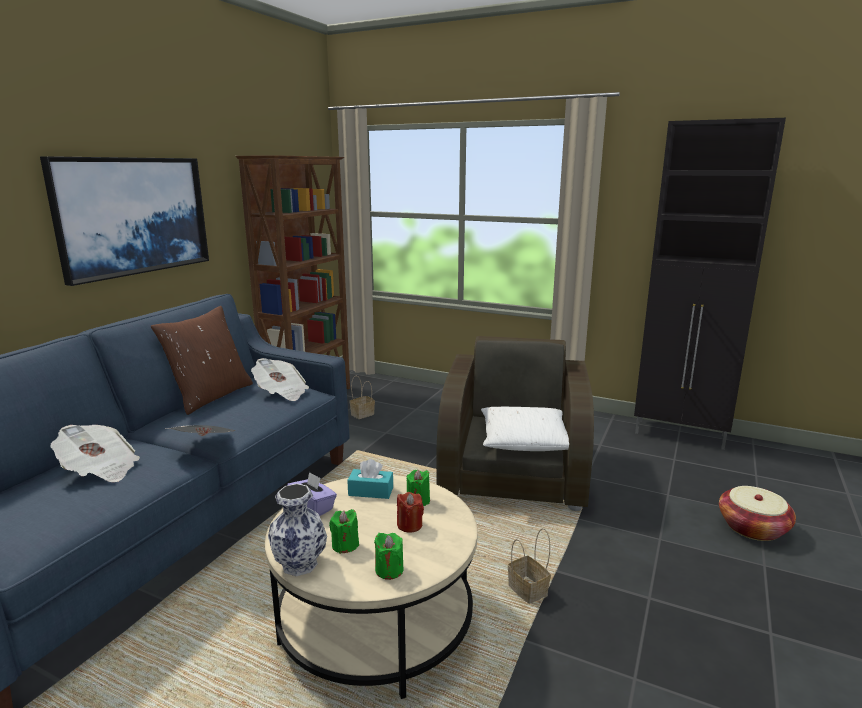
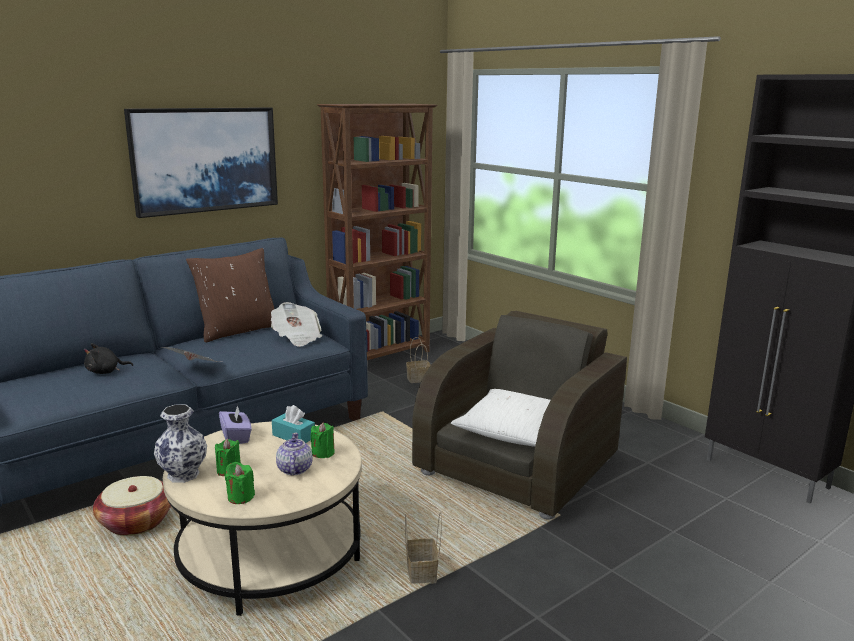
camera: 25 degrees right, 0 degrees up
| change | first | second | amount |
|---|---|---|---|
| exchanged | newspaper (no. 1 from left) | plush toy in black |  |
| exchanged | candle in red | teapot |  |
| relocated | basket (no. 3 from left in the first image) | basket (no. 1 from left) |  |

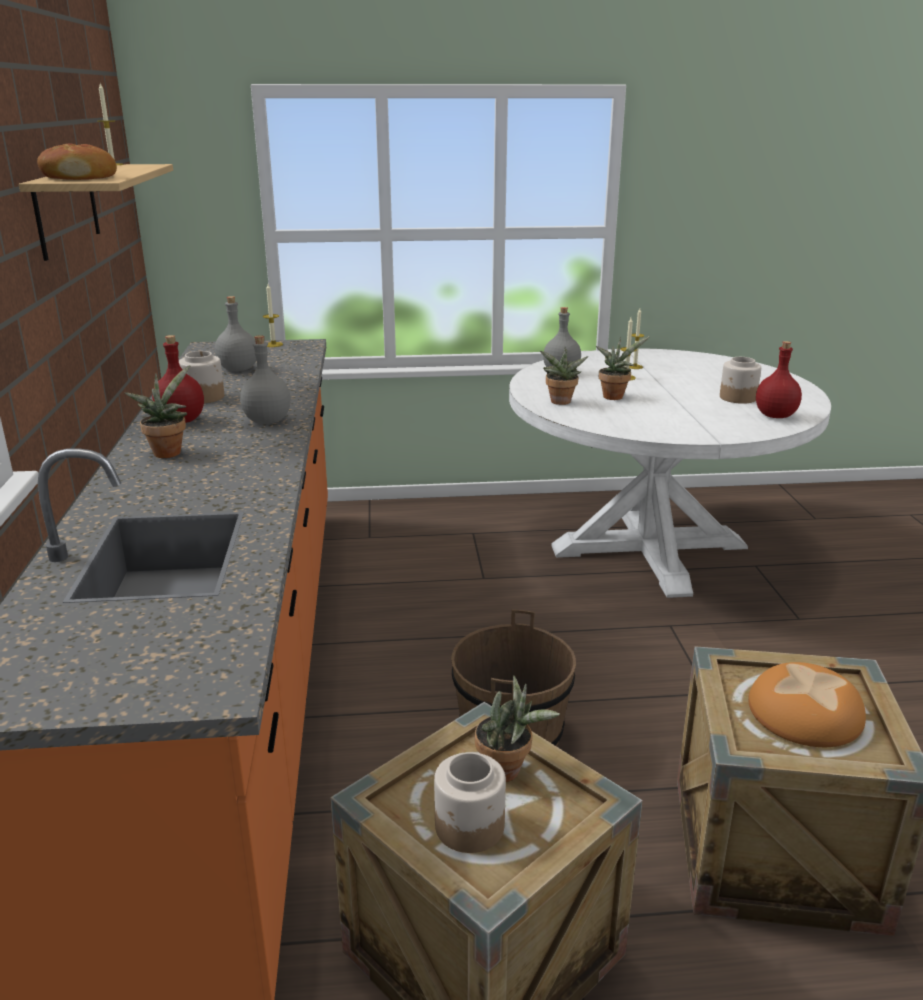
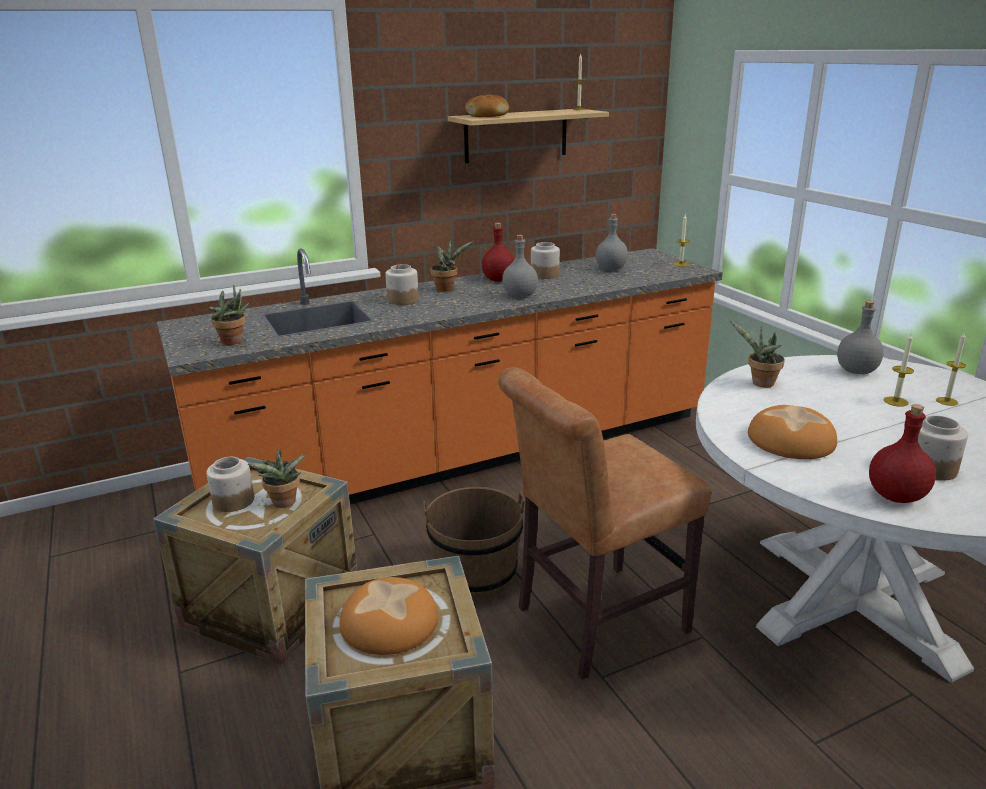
camera: 70 degrees right, 0 degrees up
| change | first | second | amount |
|---|---|---|---|
| relocated | potted plant (no. 4 from left in the first image) | potted plant (no. 1 from left) |  |
| appeared |  | jar (no. 2 from left) |  |
| appeared |  | chair in brown |  |
| appeared |  | bread (no. 3 from left) |  |

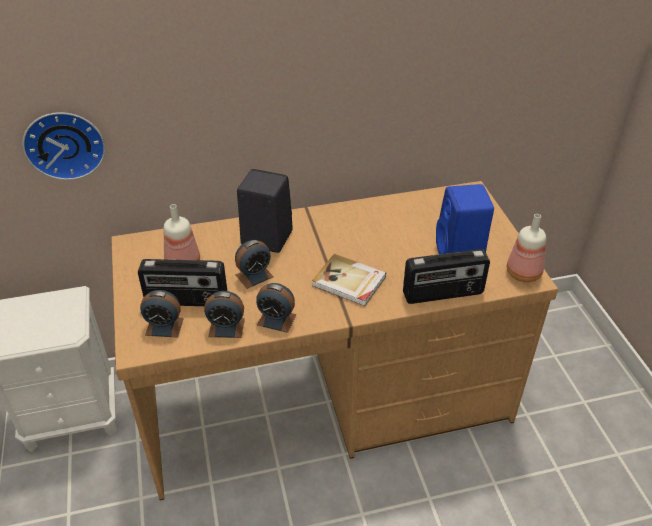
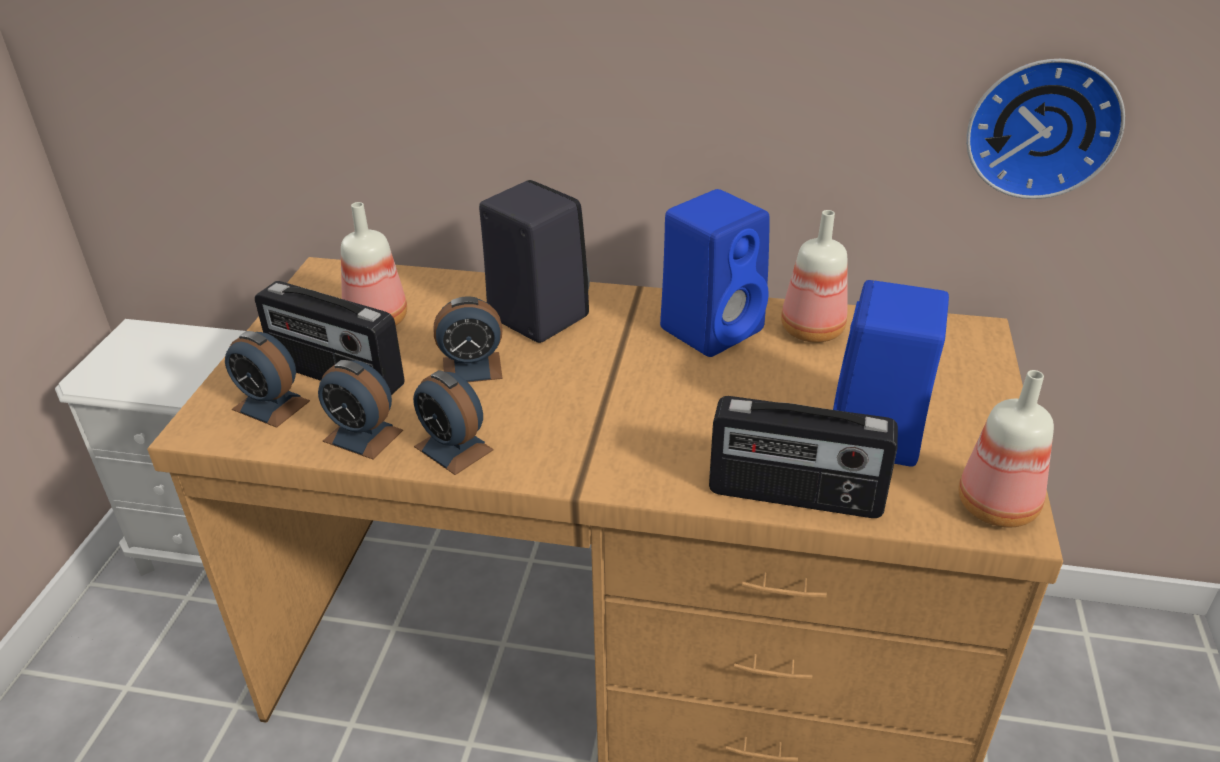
camera: 25 degrees right, 5 degrees down
| change | first | second | amount |
|---|---|---|---|
| relocated | wall clock |  |  |
| missing | book |  |  |
| appeared |  | speaker in blue (no. 1 from left) |  |
| appeared |  | bottle (no. 2 from left) |  |

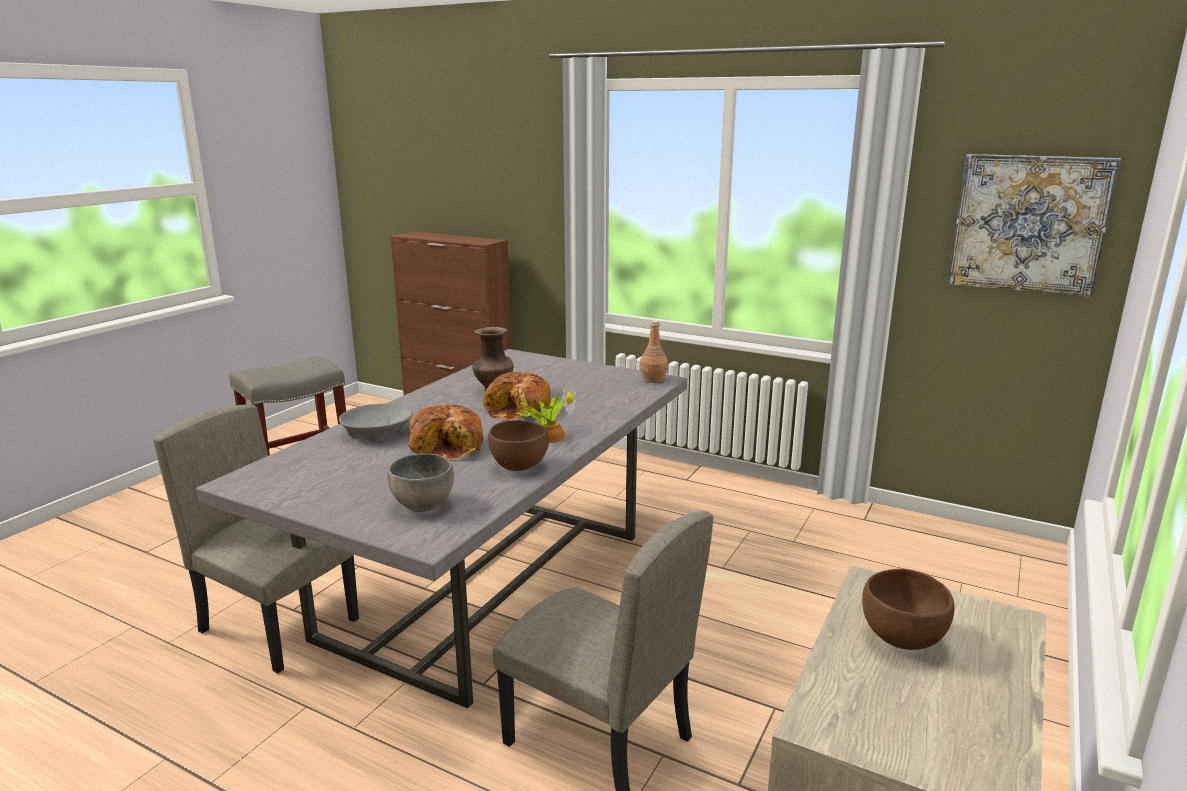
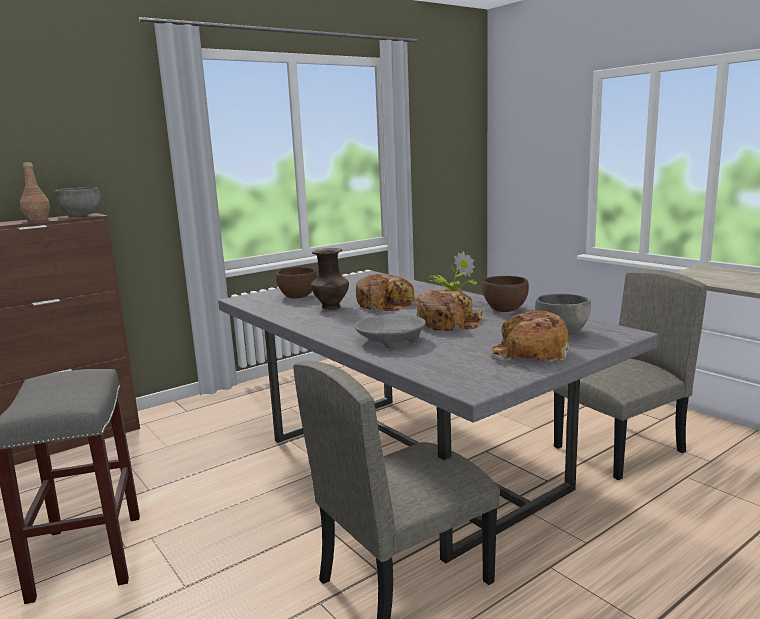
camera: 65 degrees left, 5 degrees down
| change | first | second | amount |
|---|---|---|---|
| relocated | bottle in brown |  |  |
| relocated | bowl in brown (no. 2 from left in the first image) | bowl in brown (no. 1 from left) |  |
| missing | picture |  |  |
| appeared |  | bowl in grey (no. 1 from left) |  |
| appeared |  | bread (no. 3 from left) |  |

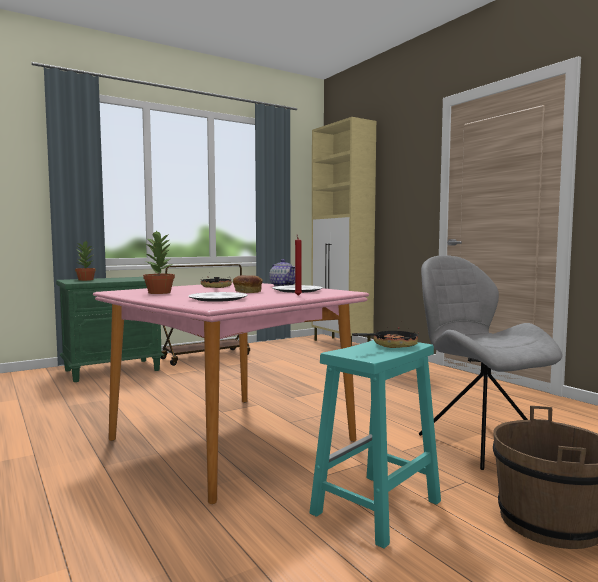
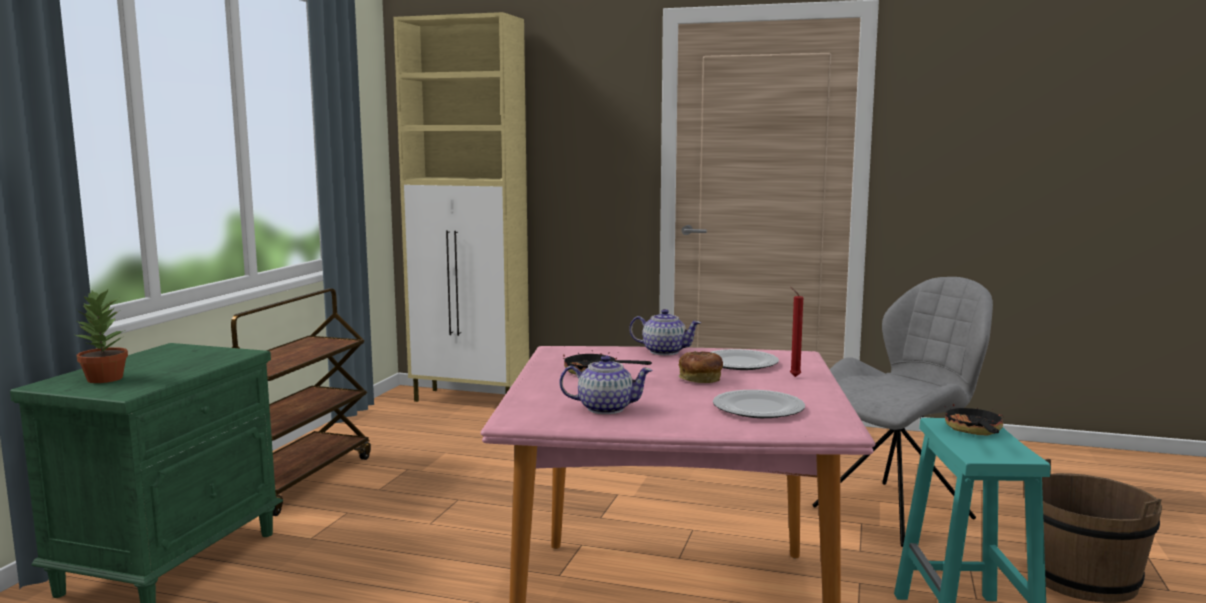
camera: 40 degrees left, 5 degrees up
| change | first | second | amount |
|---|---|---|---|
| exchanged | potted plant (no. 2 from left) | teapot (no. 1 from left) |  |
| spun | chair in grey |  | 120 degrees clockwise |

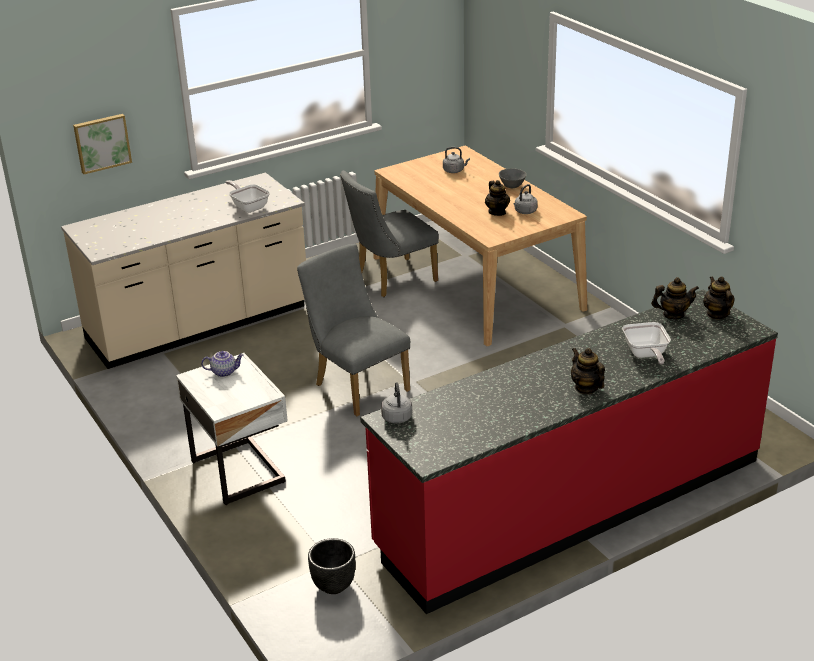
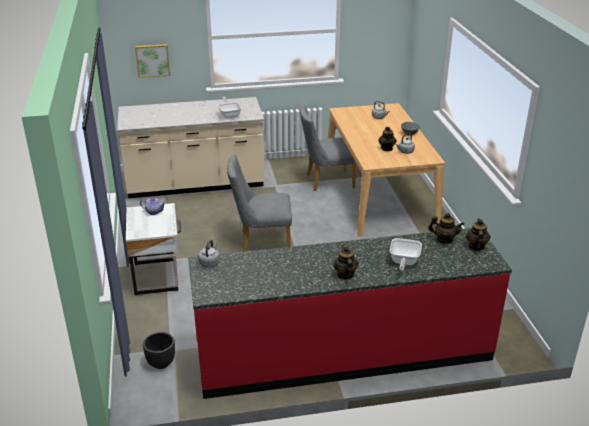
camera: 20 degrees right, 0 degrees up
| change | first | second | amount |
|---|---|---|---|
| spun | chair in grey (no. 1 from left) |  | 75 degrees counterclockwise |

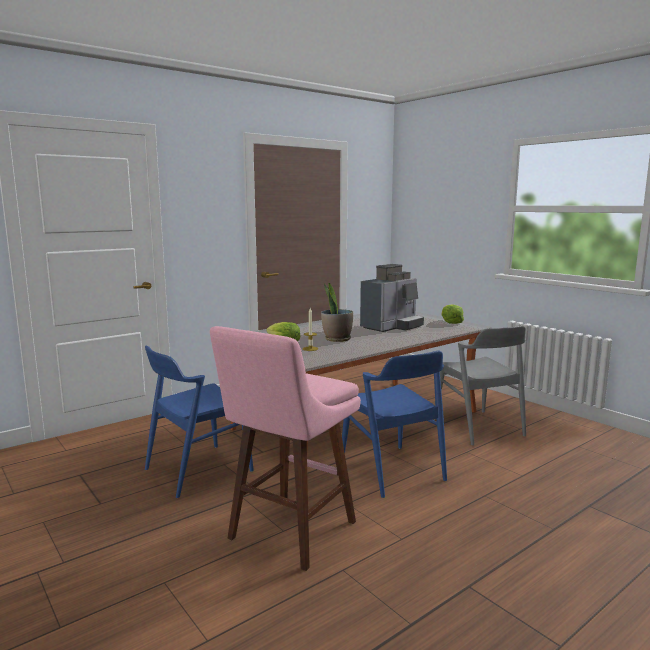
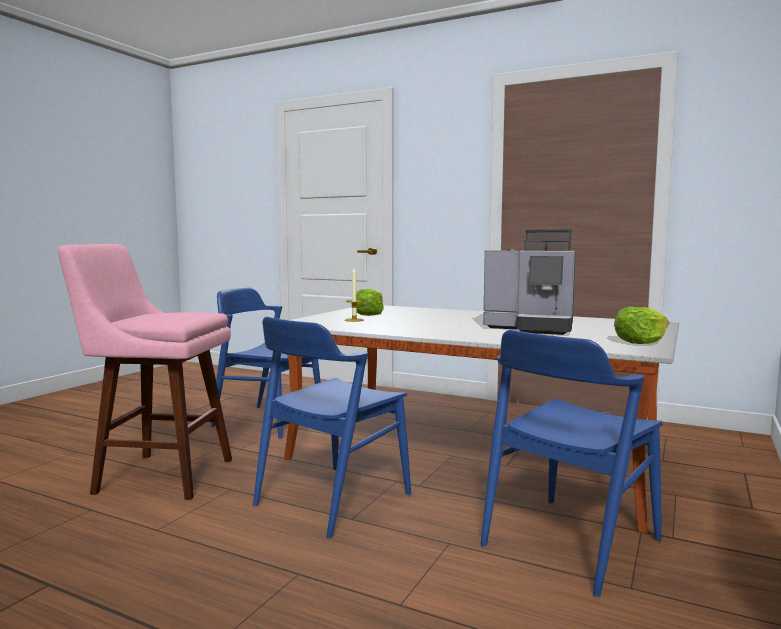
camera: 65 degrees right, 5 degrees down
| change | first | second | amount |
|---|---|---|---|
| missing | potted plant |  |  |
| colour | chair in grey | chair in blue (no. 3 from left) |  |

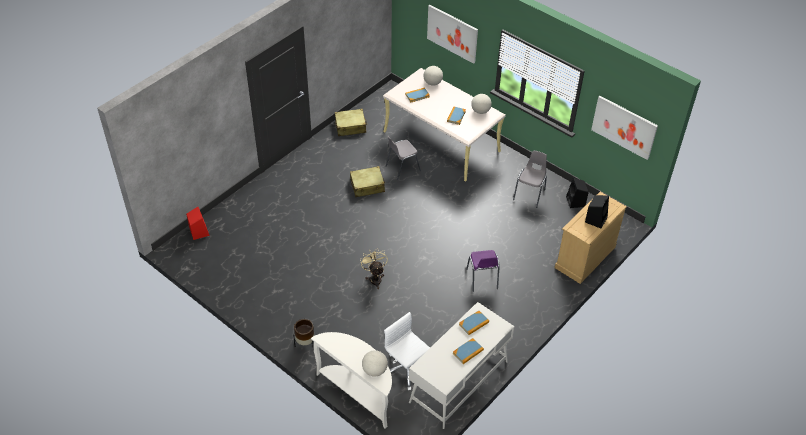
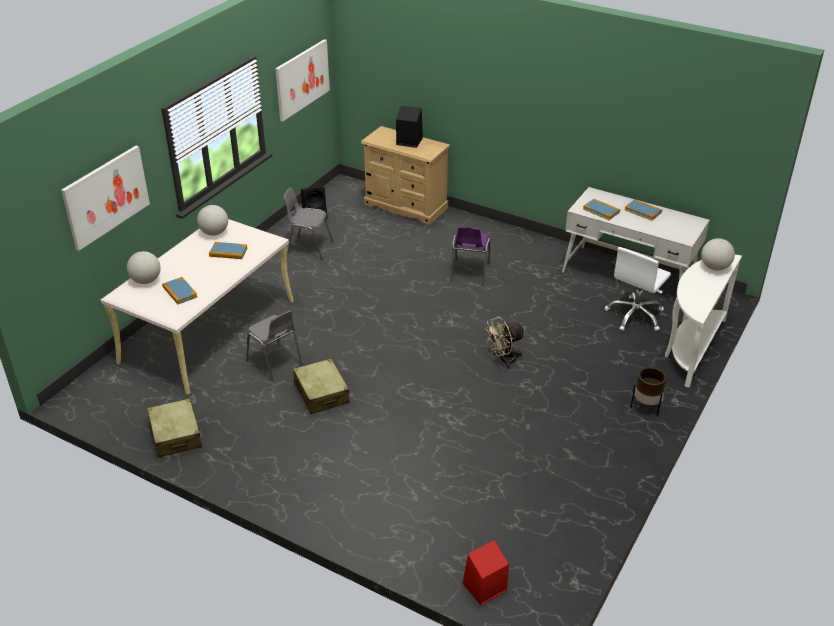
camera: 100 degrees left, 10 degrees down
| change | first | second | amount |
|---|---|---|---|
| spun | chair in purple |  | 120 degrees clockwise |

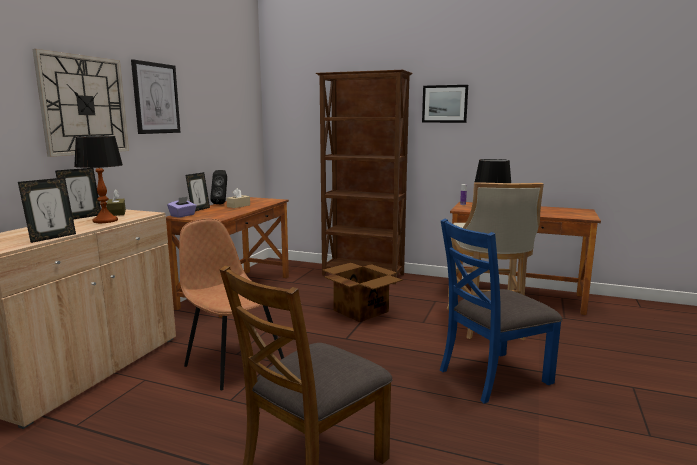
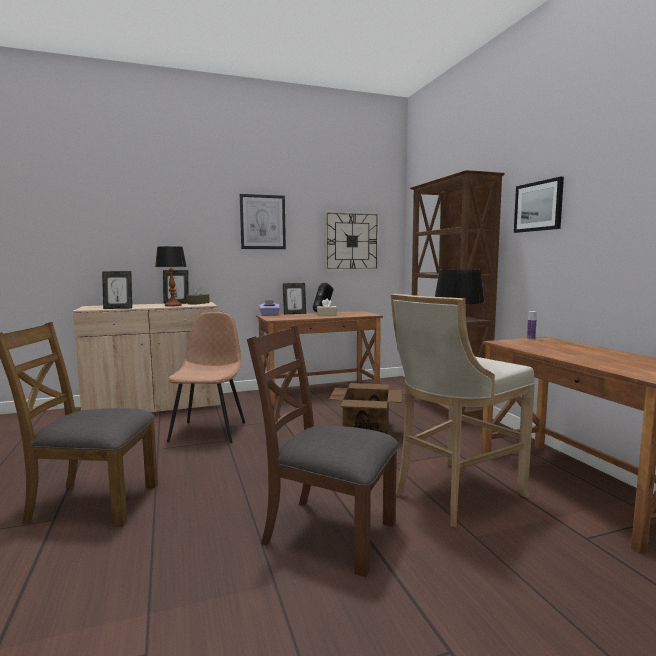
camera: 50 degrees right, 5 degrees down
| change | first | second | amount |
|---|---|---|---|
| relocated | wall clock |  |  |
| colour | chair in blue | chair in brown (no. 3 from left) |  |

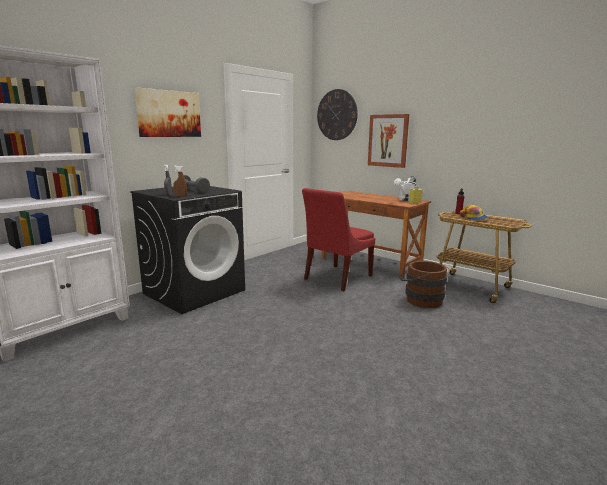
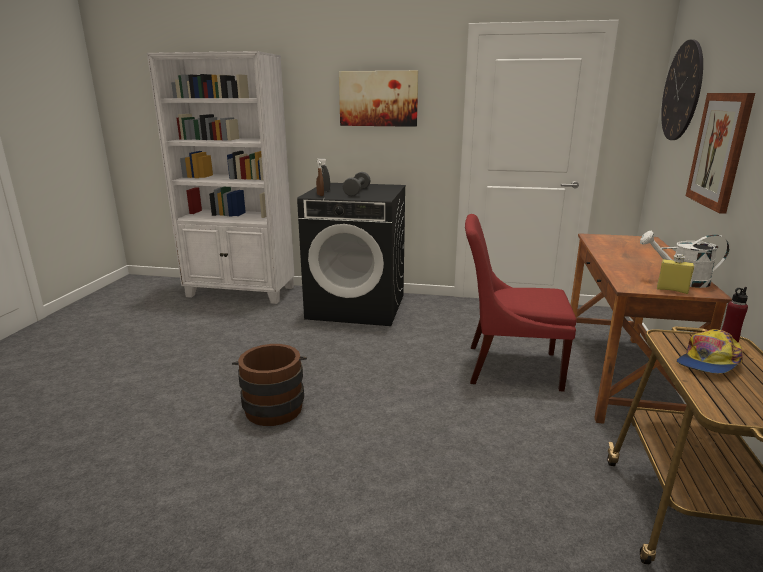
camera: 60 degrees right, 5 degrees up
| change | first | second | amount |
|---|---|---|---|
| relocated | bucket in brown |  |  |

